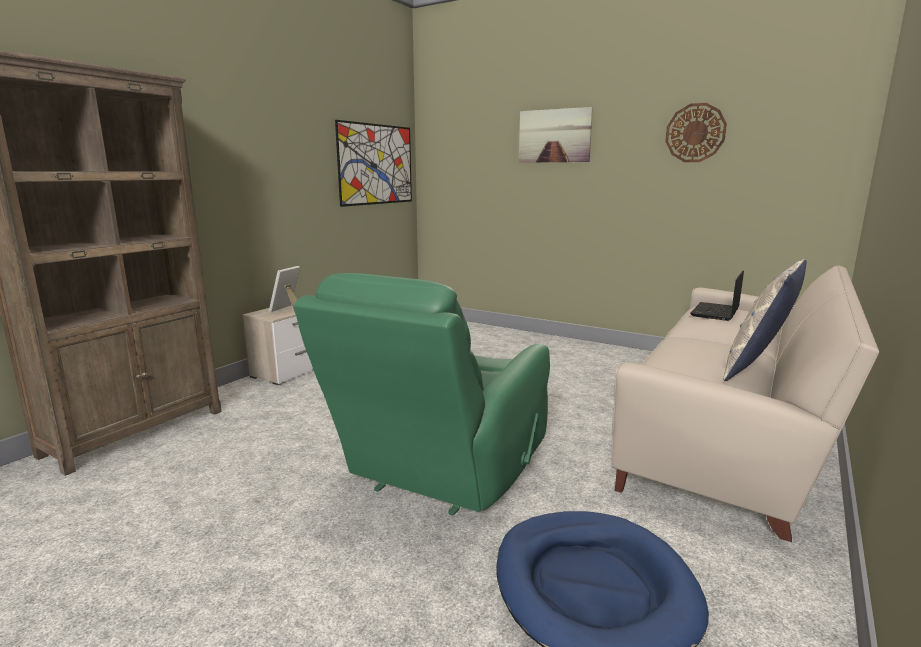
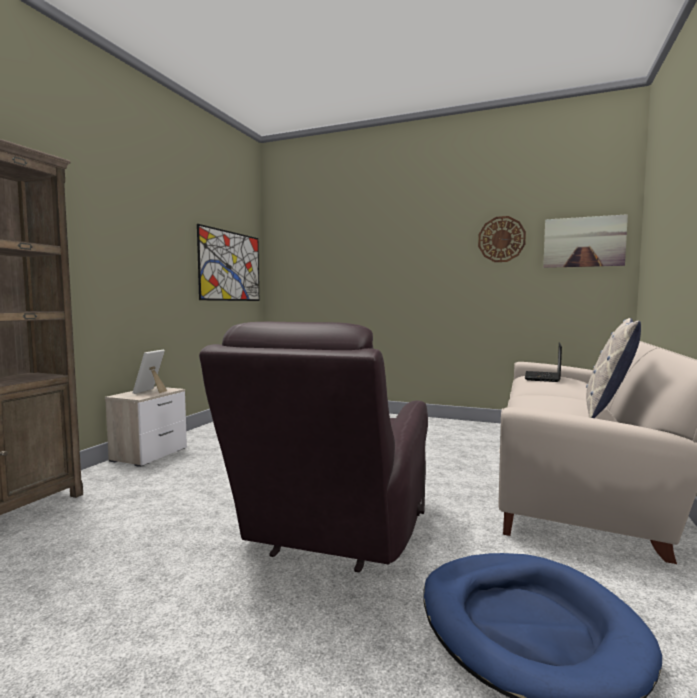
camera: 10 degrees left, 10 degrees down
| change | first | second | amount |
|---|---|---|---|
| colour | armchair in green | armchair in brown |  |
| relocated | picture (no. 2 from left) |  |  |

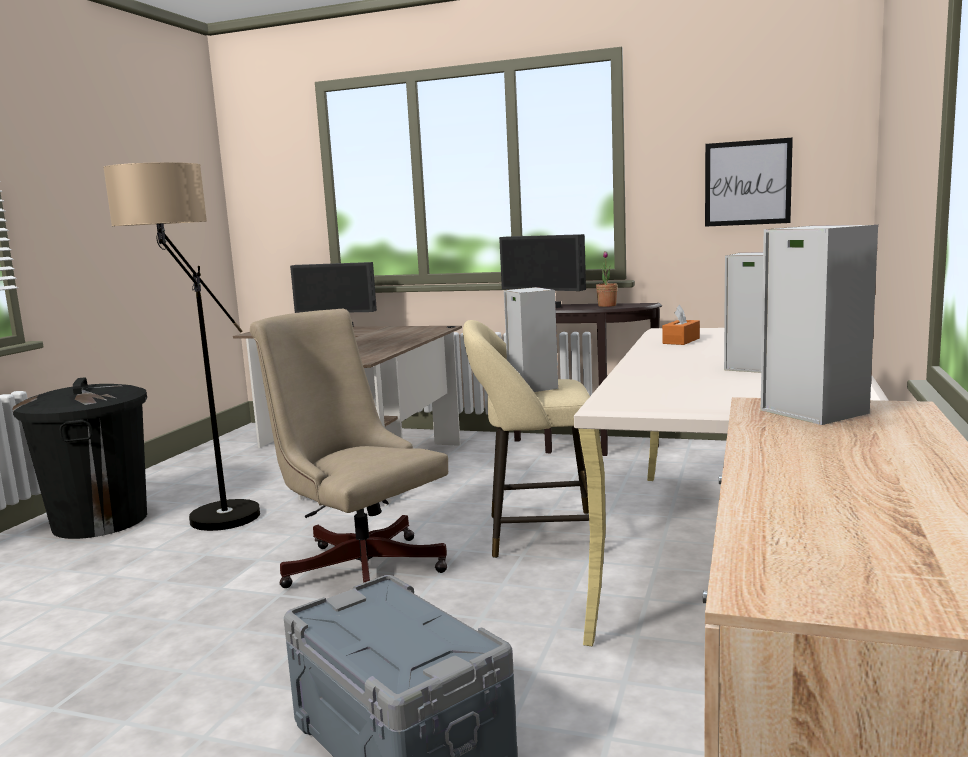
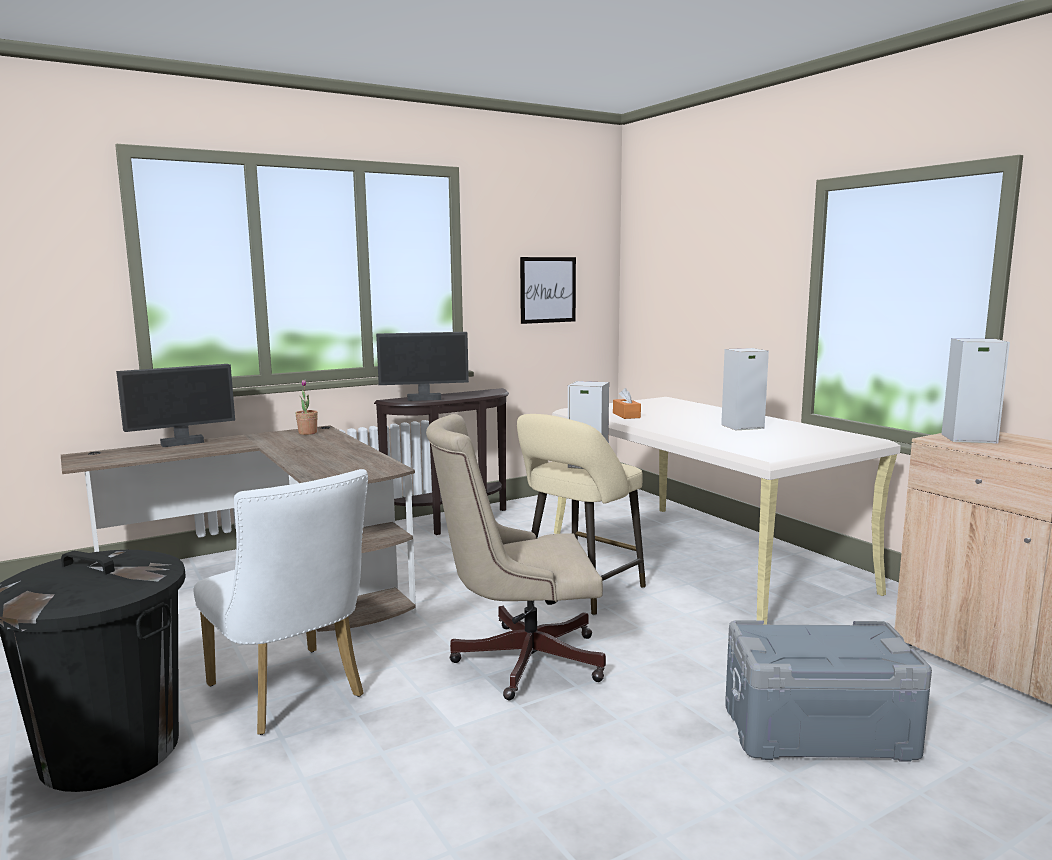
camera: 50 degrees left, 0 degrees up
| change | first | second | amount |
|---|---|---|---|
| exchanged | floor lamp | chair in white |  |
| relocated | potted plant |  |  |

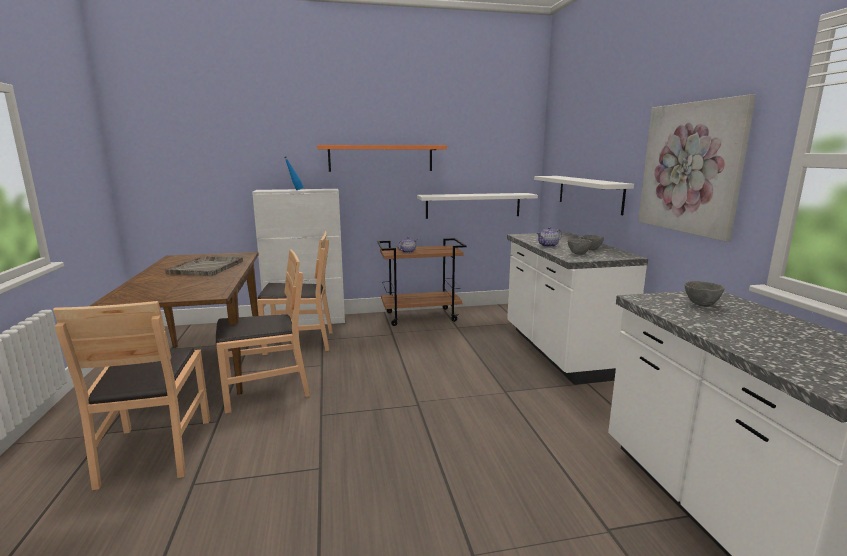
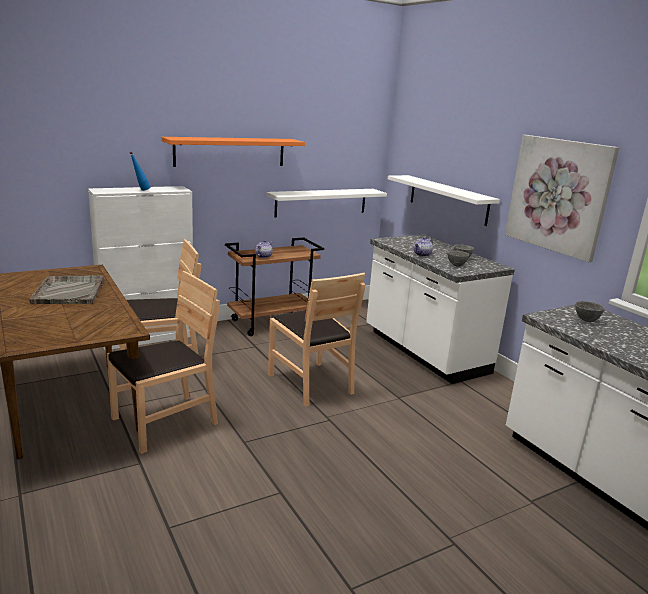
camera: 20 degrees left, 5 degrees up
| change | first | second | amount |
|---|---|---|---|
| relocated | chair in brown (no. 1 from left in the first image) | chair in brown (no. 3 from left) |  |

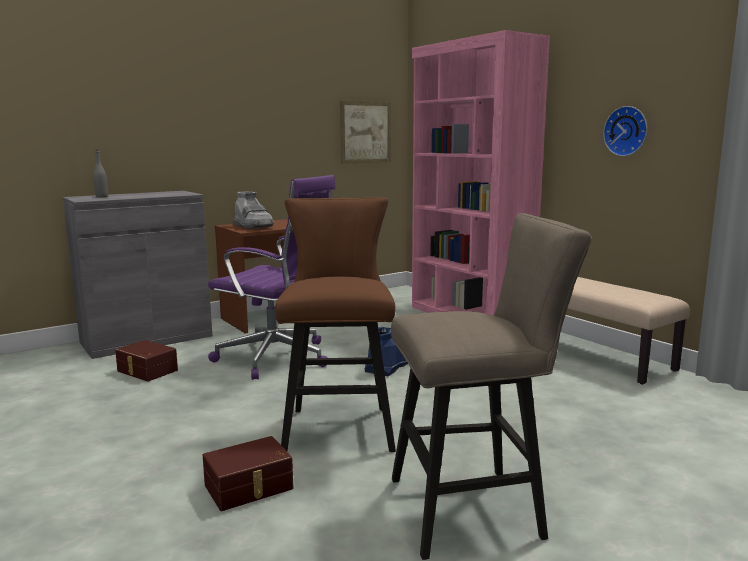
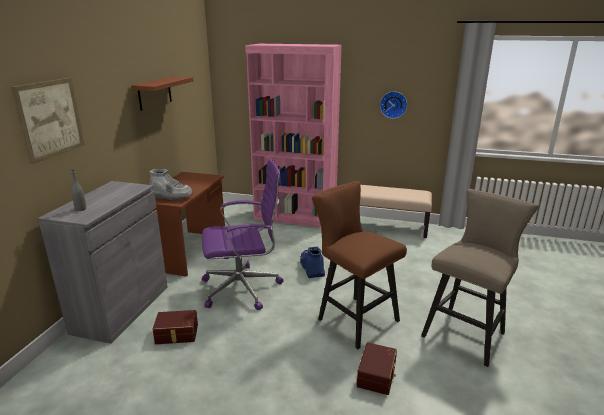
camera: 40 degrees left, 10 degrees up
| change | first | second | amount |
|---|---|---|---|
| relocated | picture |  |  |
| appeared |  | shelf in brown |  |

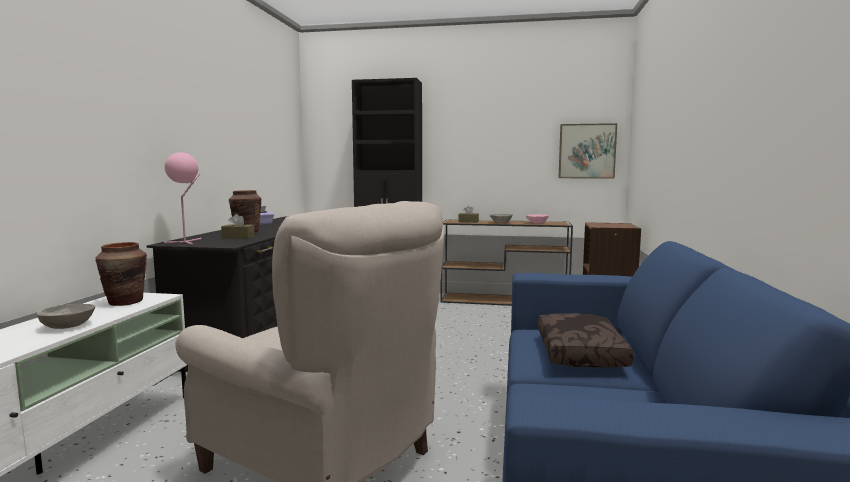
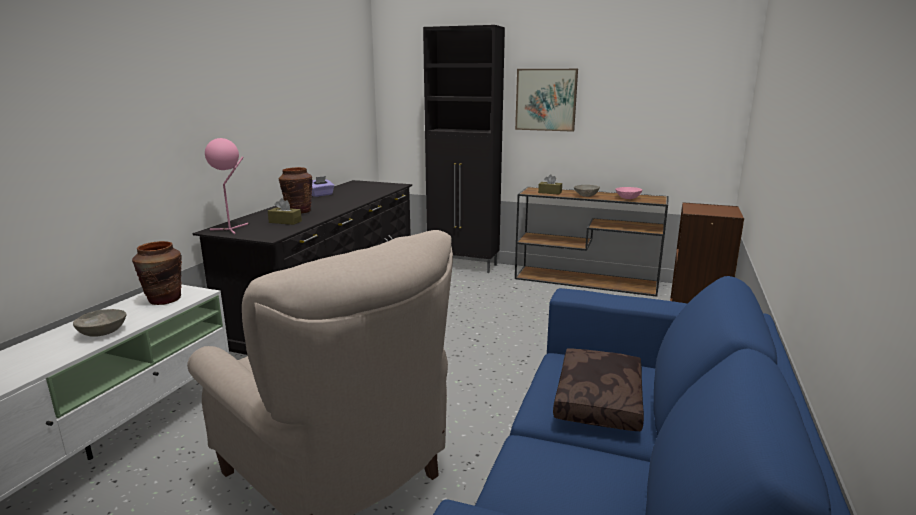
camera: 10 degrees right, 10 degrees up
| change | first | second | amount |
|---|---|---|---|
| relocated | picture |  |  |

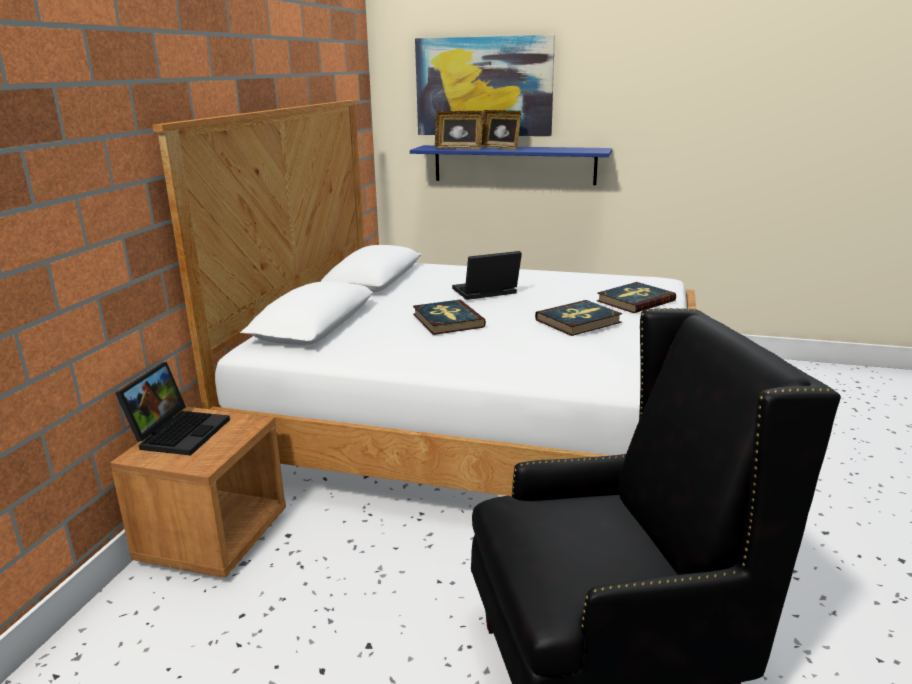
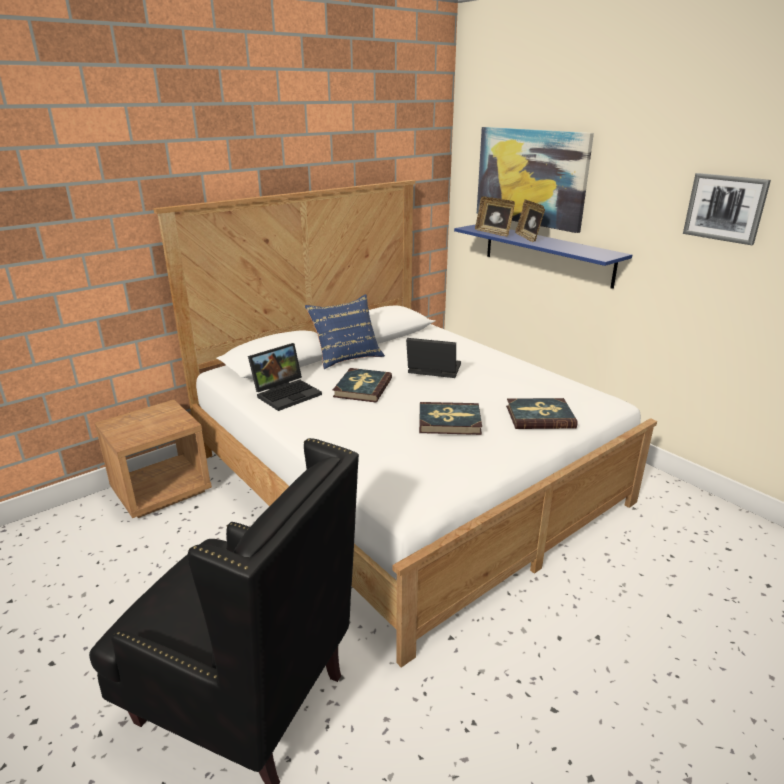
camera: 35 degrees right, 5 degrees up
| change | first | second | amount |
|---|---|---|---|
| relocated | laptop (no. 1 from left) |  |  |
| appeared |  | pillow in blue |  |
| appeared |  | picture (no. 2 from left) |  |

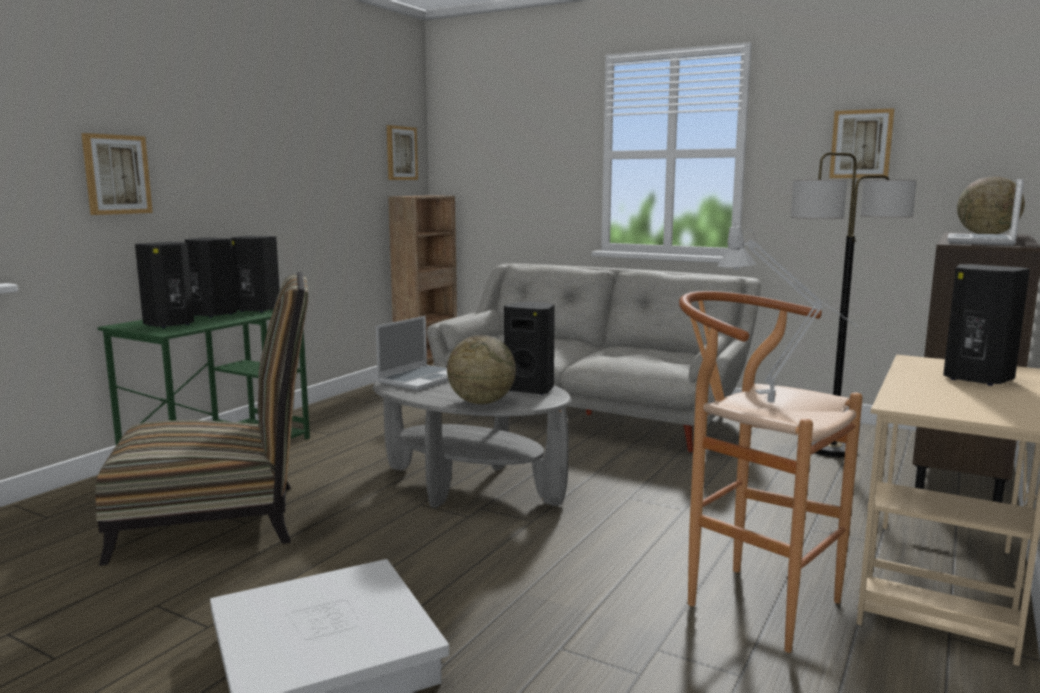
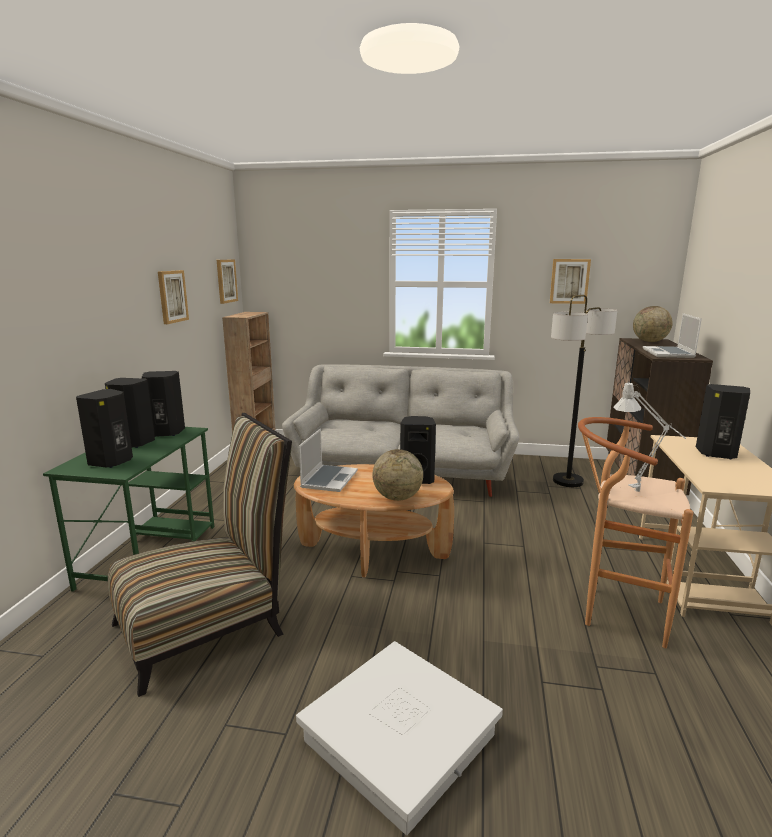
camera: 20 degrees left, 5 degrees up
| change | first | second | amount |
|---|---|---|---|
| relocated | picture (no. 1 from left) |  |  |
| colour | coffee table in grey | coffee table in brown |  |

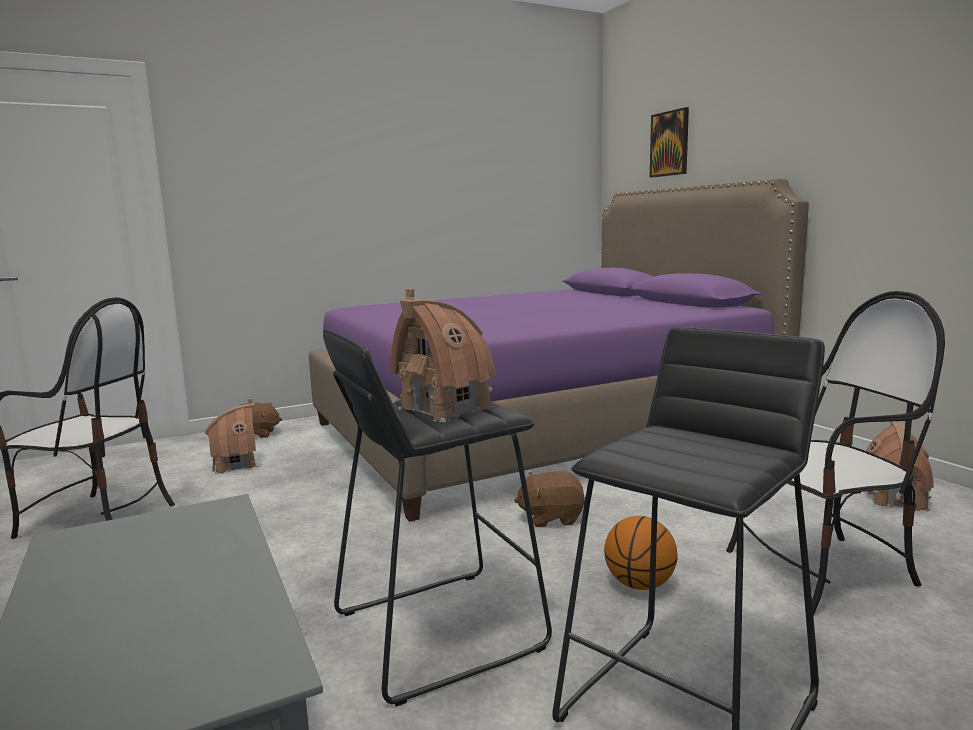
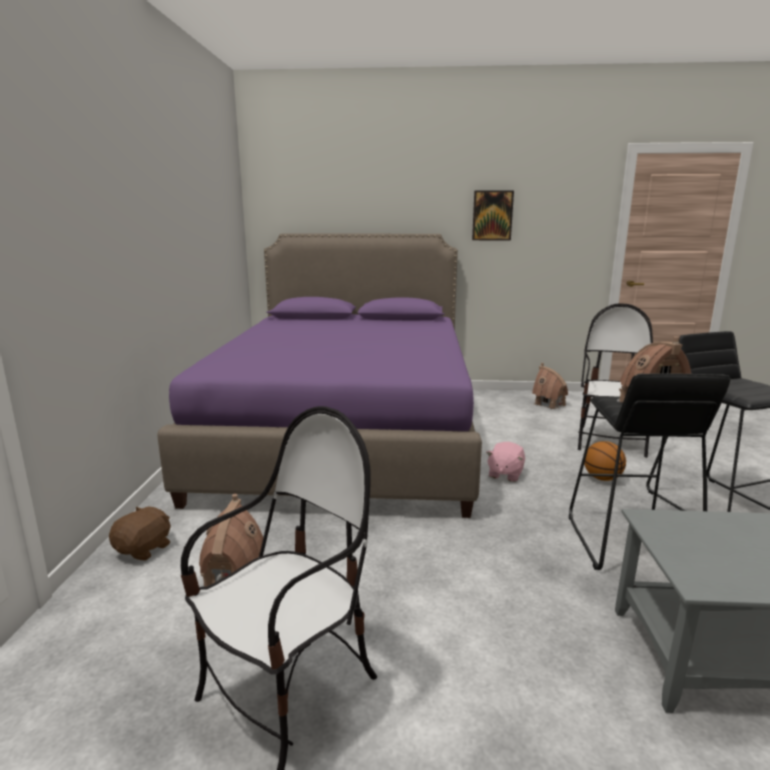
camera: 60 degrees left, 5 degrees up
| change | first | second | amount |
|---|---|---|---|
| colour | plush toy in brown (no. 2 from left) | plush toy in pink |  |
| relocated | picture |  |  |

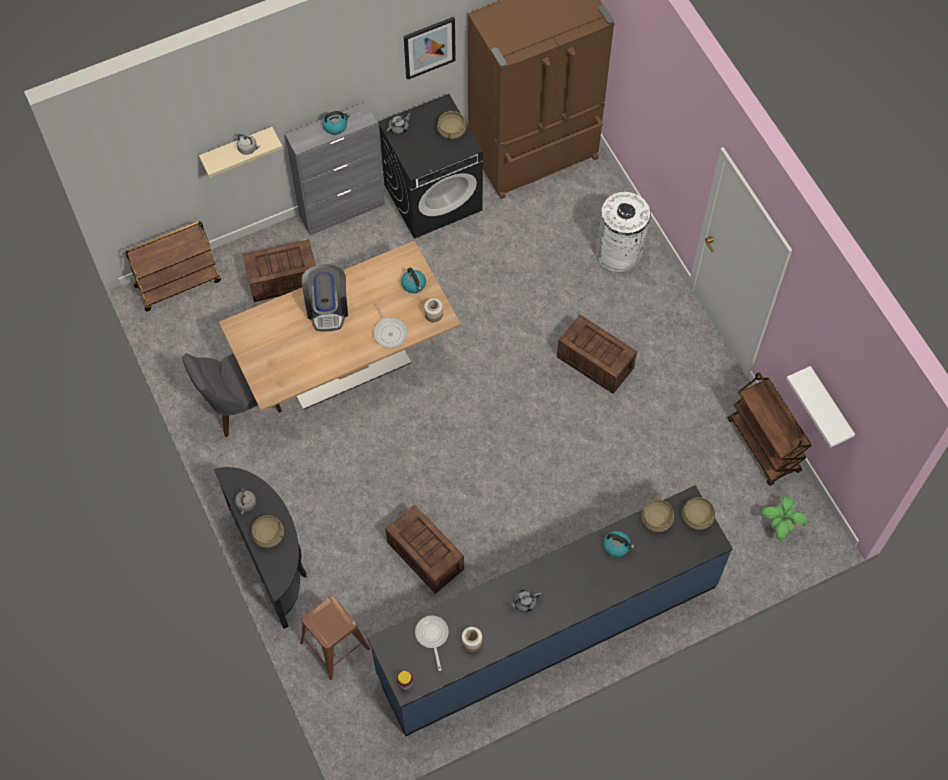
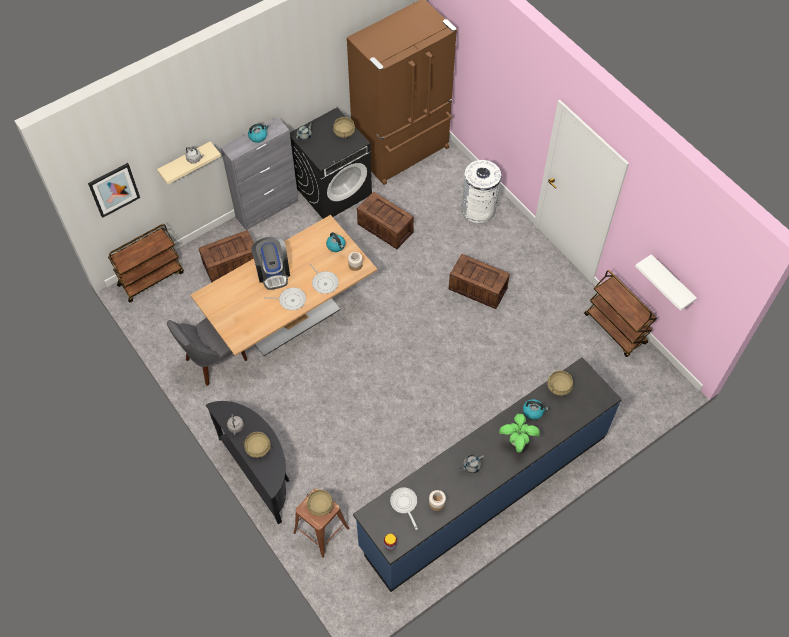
camera: 10 degrees left, 5 degrees down
| change | first | second | amount |
|---|---|---|---|
| relocated | crate (no. 2 from left) |  |  |
| relocated | picture |  |  |
| relocated | cooking pot in beige (no. 4 from left in the first image) | cooking pot in beige (no. 2 from left) |  |
| relocated | potted plant |  |  |
| appeared |  | frying pan (no. 1 from left) |  |

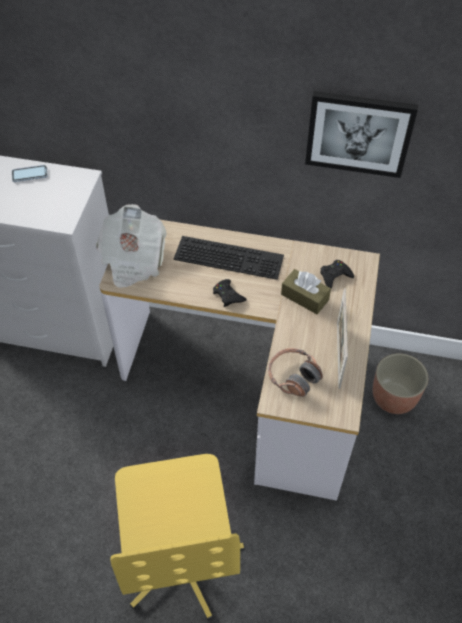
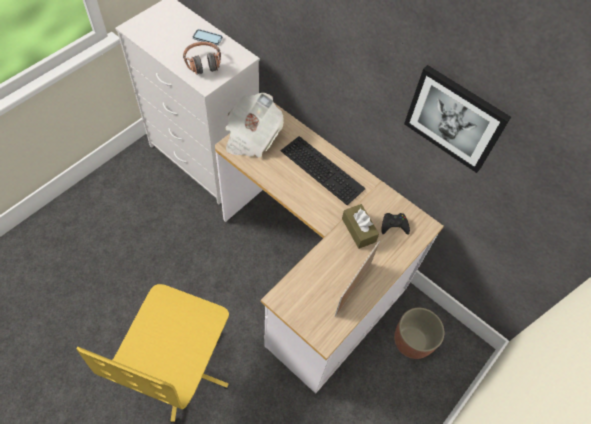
camera: 25 degrees right, 5 degrees up
| change | first | second | amount |
|---|---|---|---|
| missing | game controller in black (no. 1 from left) |  |  |
| relocated | headphones |  |  |

